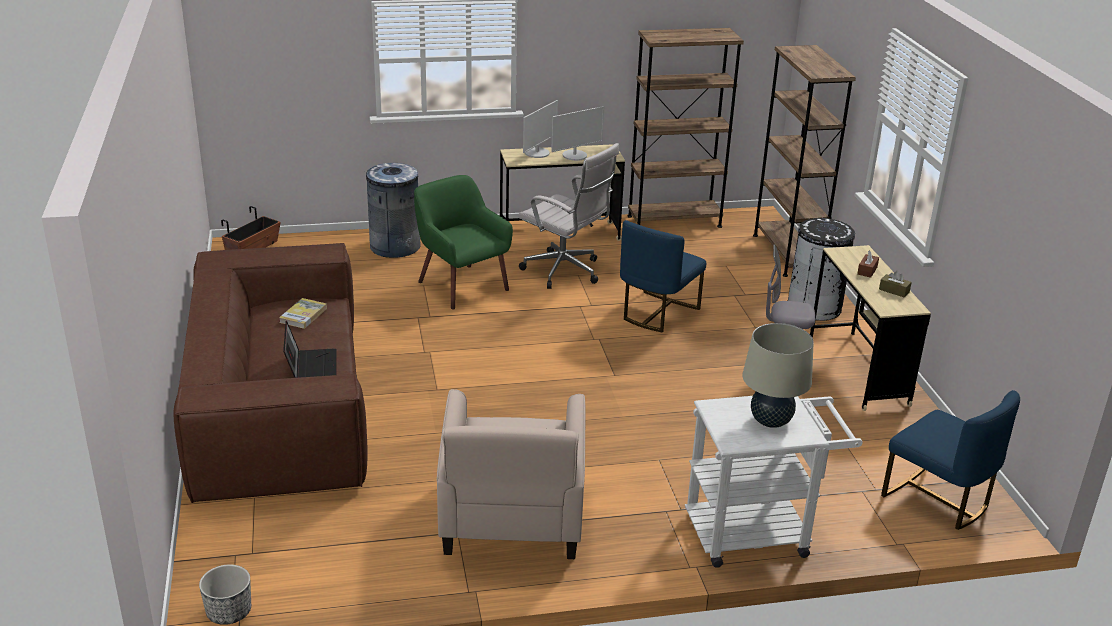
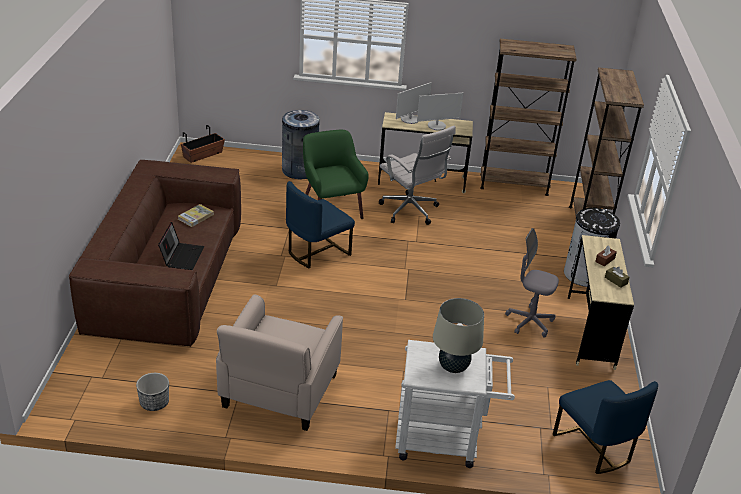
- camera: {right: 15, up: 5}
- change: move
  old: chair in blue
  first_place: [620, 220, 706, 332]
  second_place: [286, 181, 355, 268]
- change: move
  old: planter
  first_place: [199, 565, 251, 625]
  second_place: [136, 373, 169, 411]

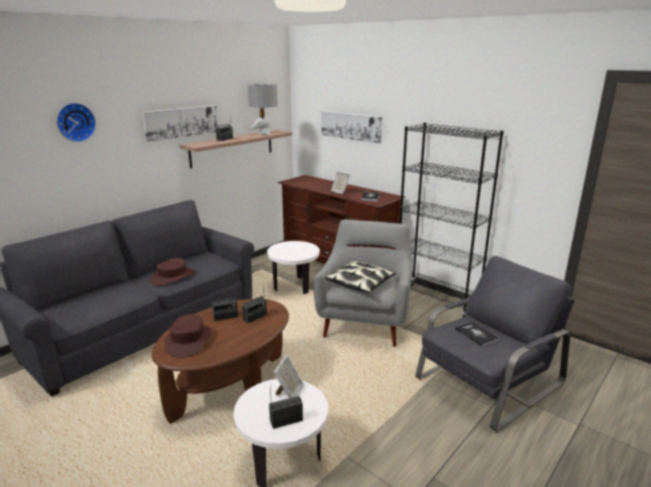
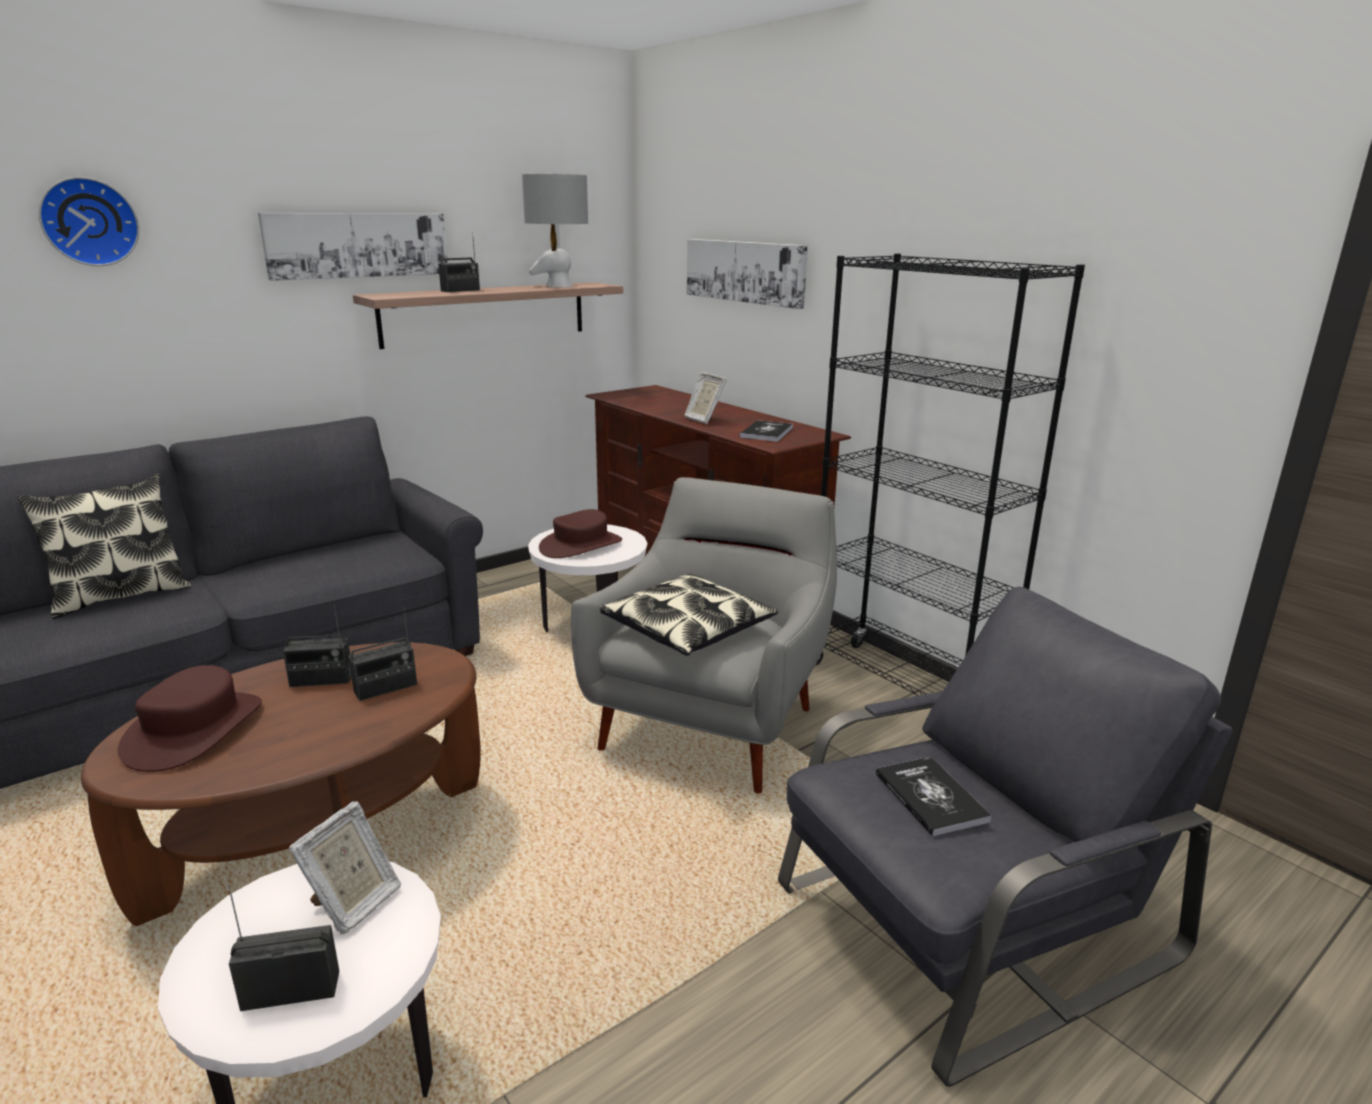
- camera: {right: 10, up: 0}
- change: move
  old: hat in brown
  first_place: [150, 258, 195, 286]
  second_place: [539, 509, 622, 558]
- change: insert
  new: pillow
  second_place: [17, 474, 191, 619]

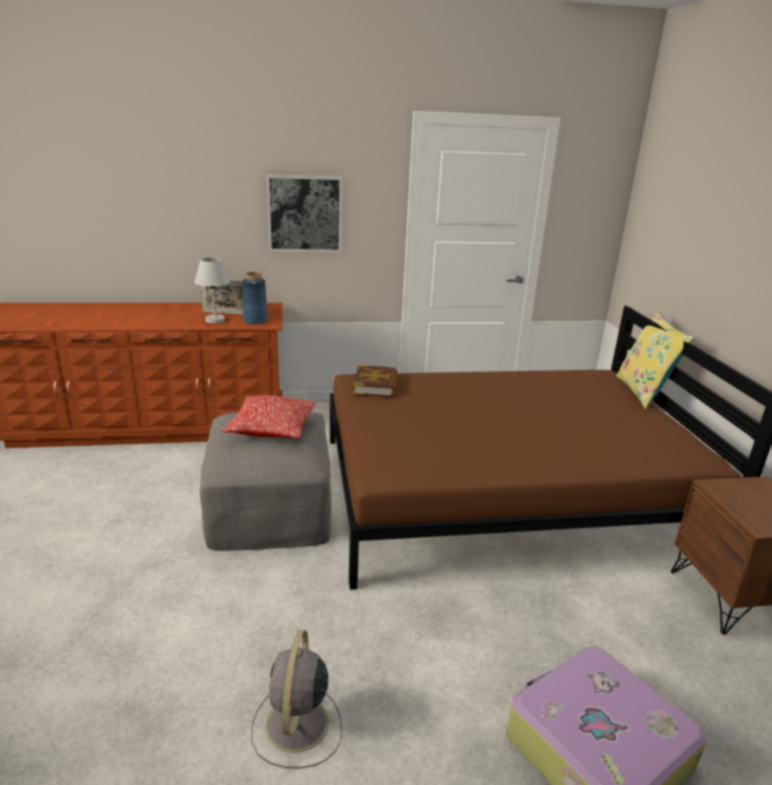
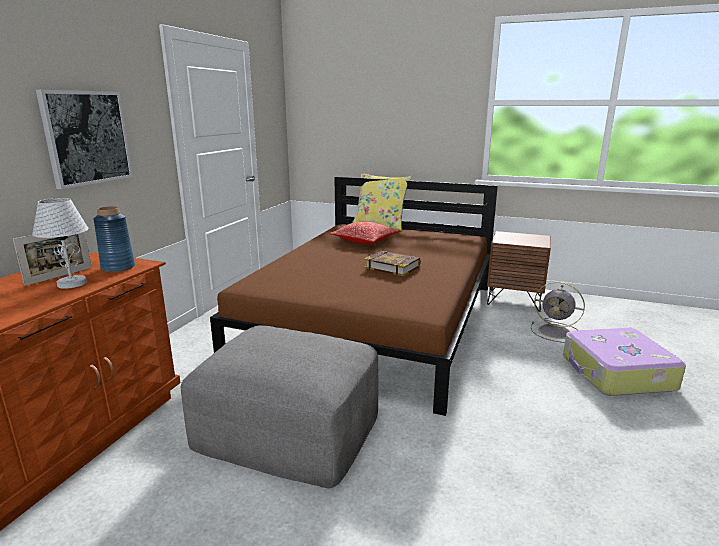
- camera: {right: -60, up: -5}
- change: move
  old: book
  first_place: [353, 365, 397, 397]
  second_place: [364, 251, 421, 276]
- change: move
  old: pillow
  first_place: [222, 395, 316, 438]
  second_place: [330, 222, 400, 244]
- change: move
  old: fan in grey
  first_place: [251, 630, 342, 769]
  second_place: [531, 282, 585, 343]

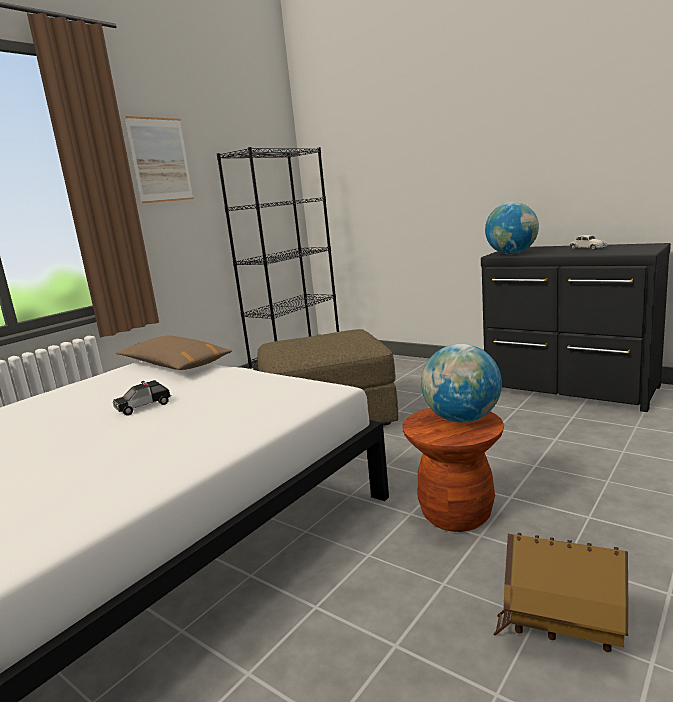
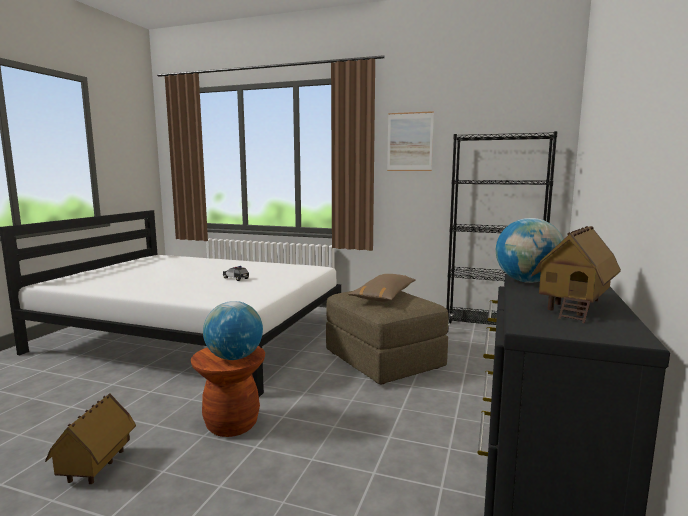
- camera: {right: 70, up: -5}
- change: replace
  old: toy car in white
  new: toy house
  first_place: [569, 235, 608, 250]
  second_place: [531, 226, 621, 323]
- change: move
  old: pillow in brown
  first_place: [116, 335, 232, 370]
  second_place: [348, 274, 416, 302]

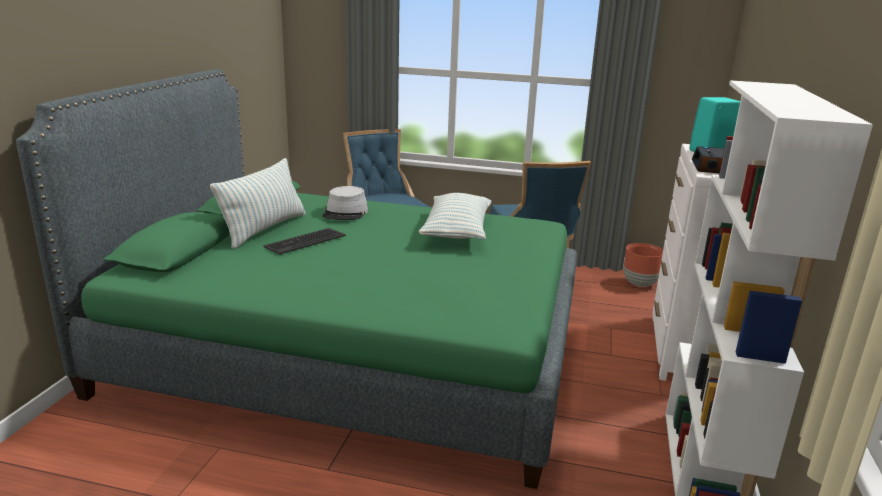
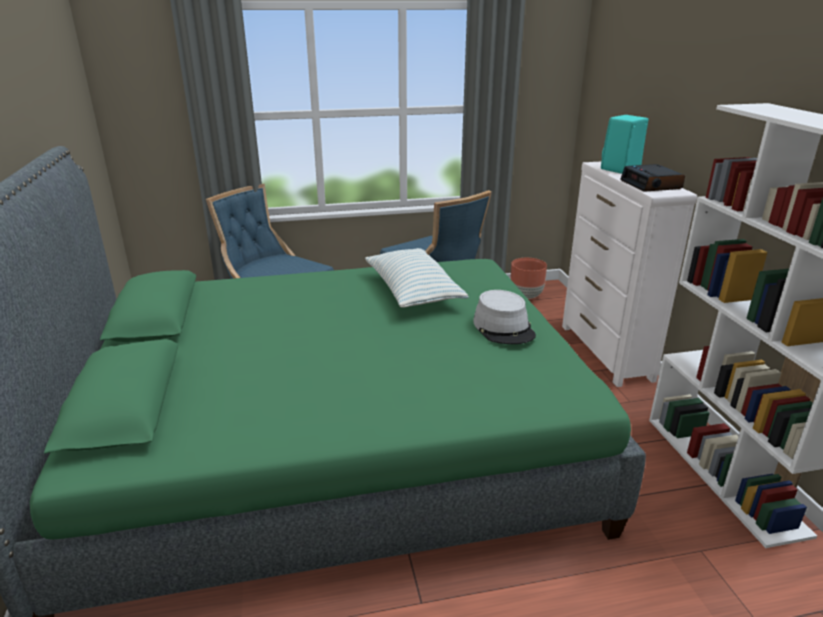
- camera: {right: -25, up: 5}
- change: delete
  old: pillow
  first_place: [210, 158, 306, 249]
- change: move
  old: hat in grey
  first_place: [322, 186, 368, 220]
  second_place: [473, 290, 536, 344]
- change: delete
  old: keyboard
  first_place: [263, 228, 346, 255]

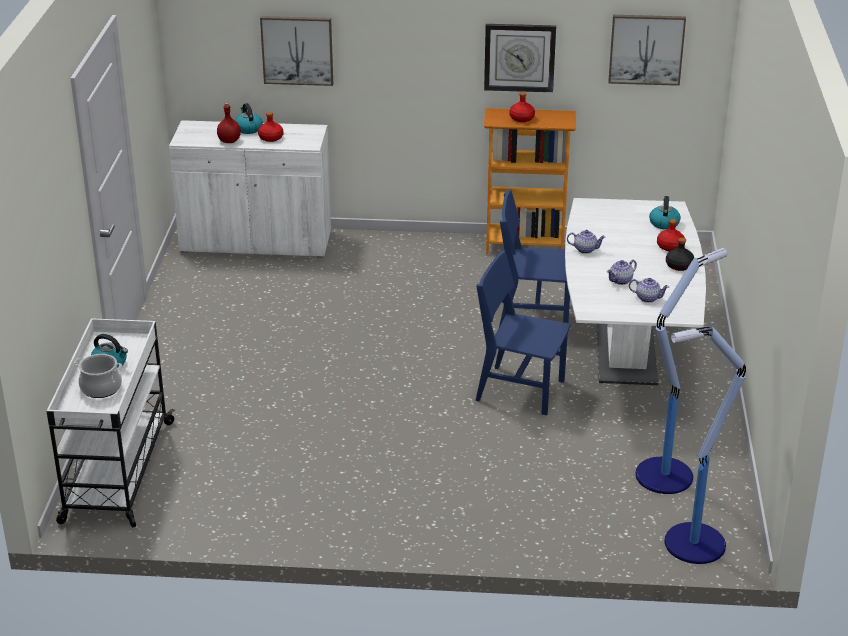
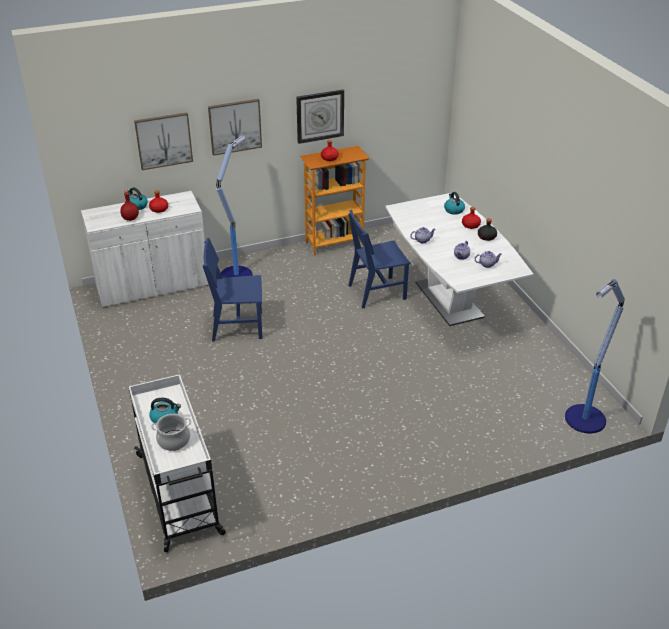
- camera: {right: -25, up: 5}
- change: move
  old: picture
  first_place: [608, 15, 686, 86]
  second_place: [208, 99, 262, 156]
- change: move
  old: floor lamp
  first_place: [635, 248, 727, 494]
  second_place: [216, 135, 253, 278]
- change: move
  old: chair in blue
  first_place: [476, 251, 571, 416]
  second_place: [203, 238, 263, 342]

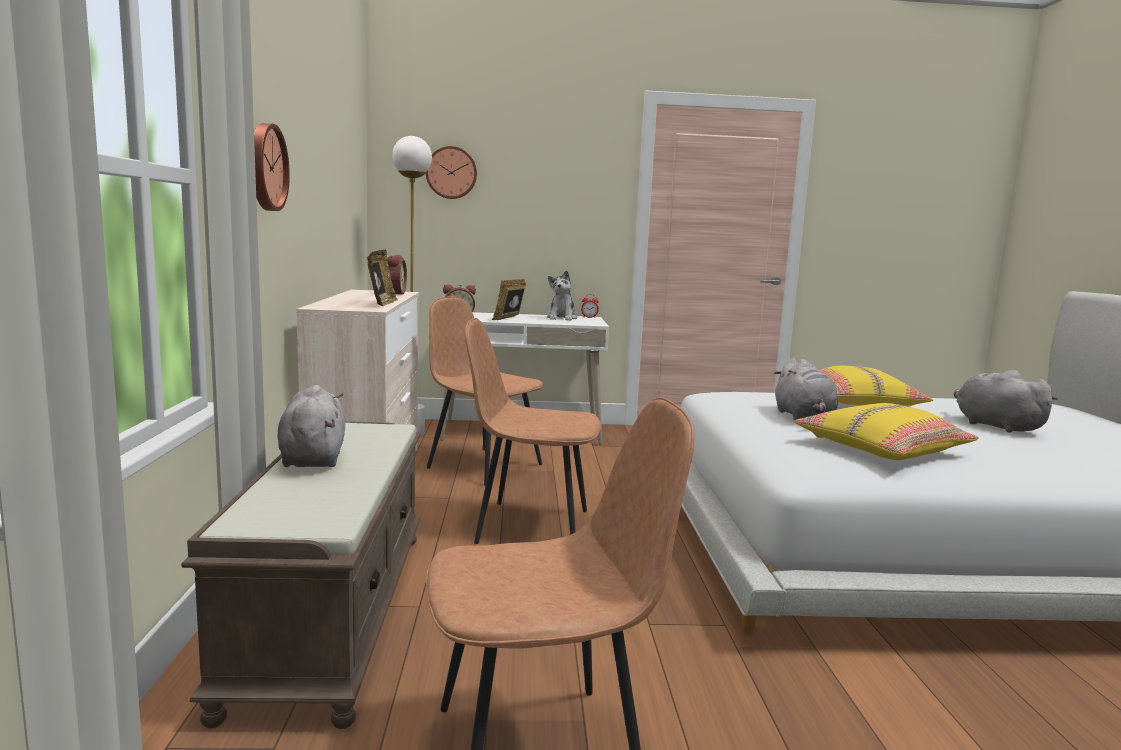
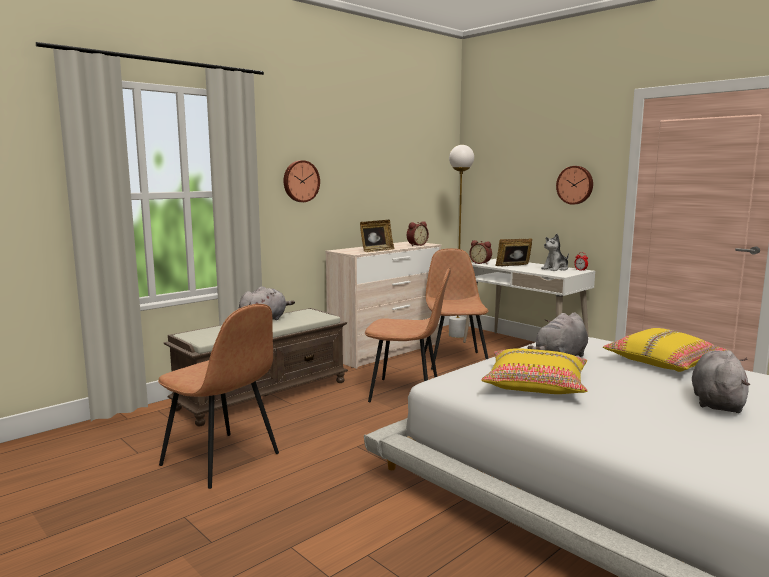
- camera: {right: 50, up: 0}
- change: move
  old: wall clock
  first_place: [426, 146, 477, 199]
  second_place: [556, 166, 593, 205]
- change: rotate
  old: chair in brown
  first_place: [465, 318, 601, 544]
  second_place: [365, 268, 451, 402]
  degrees: 135

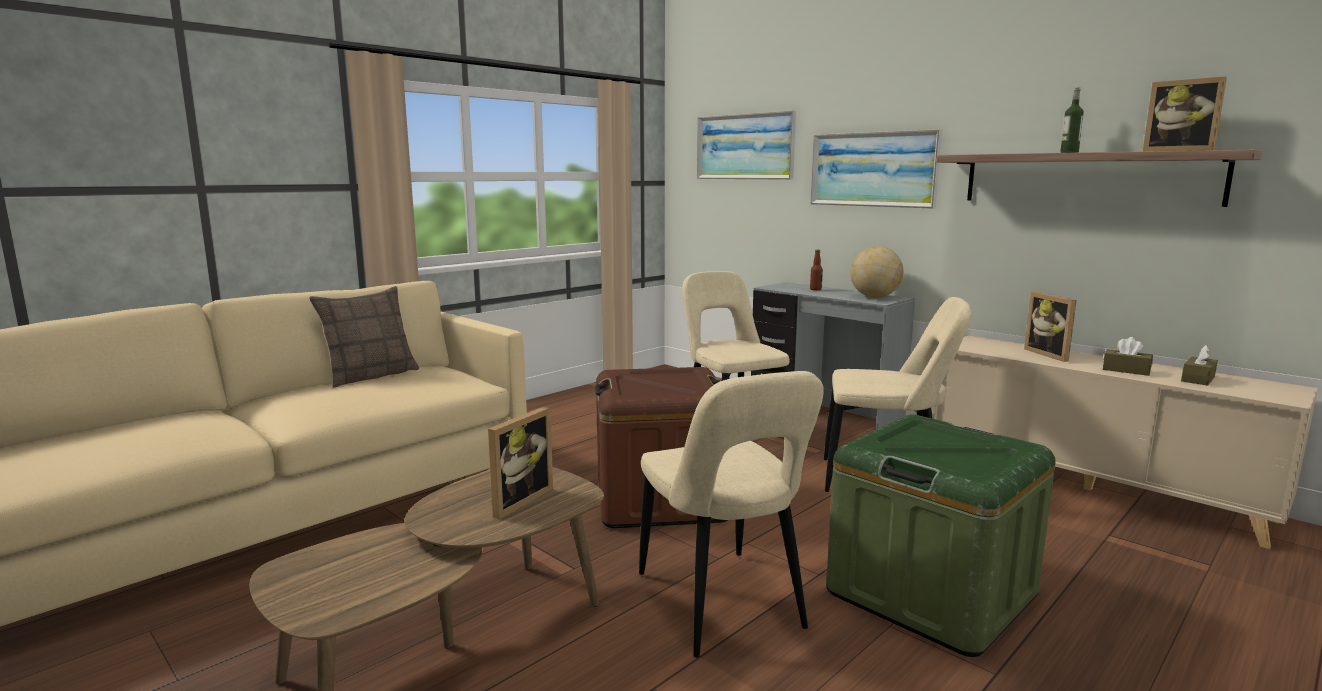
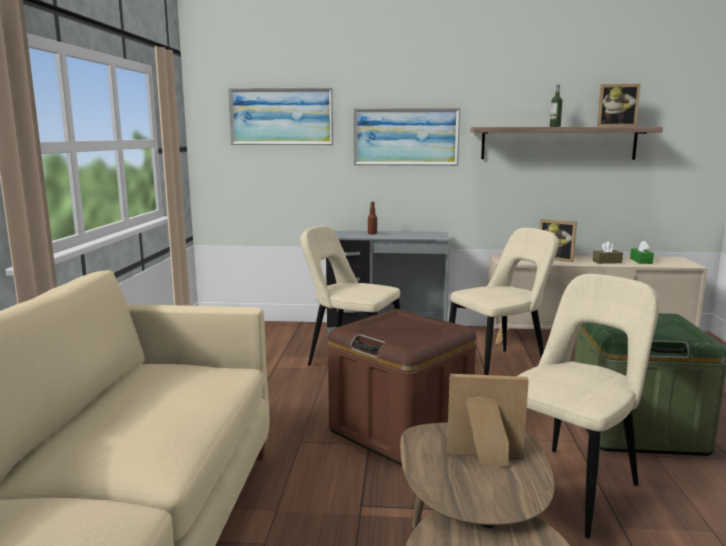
- camera: {right: -40, up: 0}
- change: delete
  old: globe
  first_place: [850, 246, 903, 298]
- change: delete
  old: pillow
  first_place: [309, 286, 419, 388]
- change: recolor
  old: tissue box in brown
  new: tissue box in green
  first_place: [1181, 345, 1218, 386]
  second_place: [630, 241, 654, 264]
- change: rotate
  old: chair in beige
  first_place: [639, 371, 824, 658]
  second_place: [518, 274, 659, 539]
  degrees: -75
- change: rotate
  old: picture frame
  first_place: [488, 406, 553, 519]
  second_place: [447, 374, 529, 466]
  degrees: -75

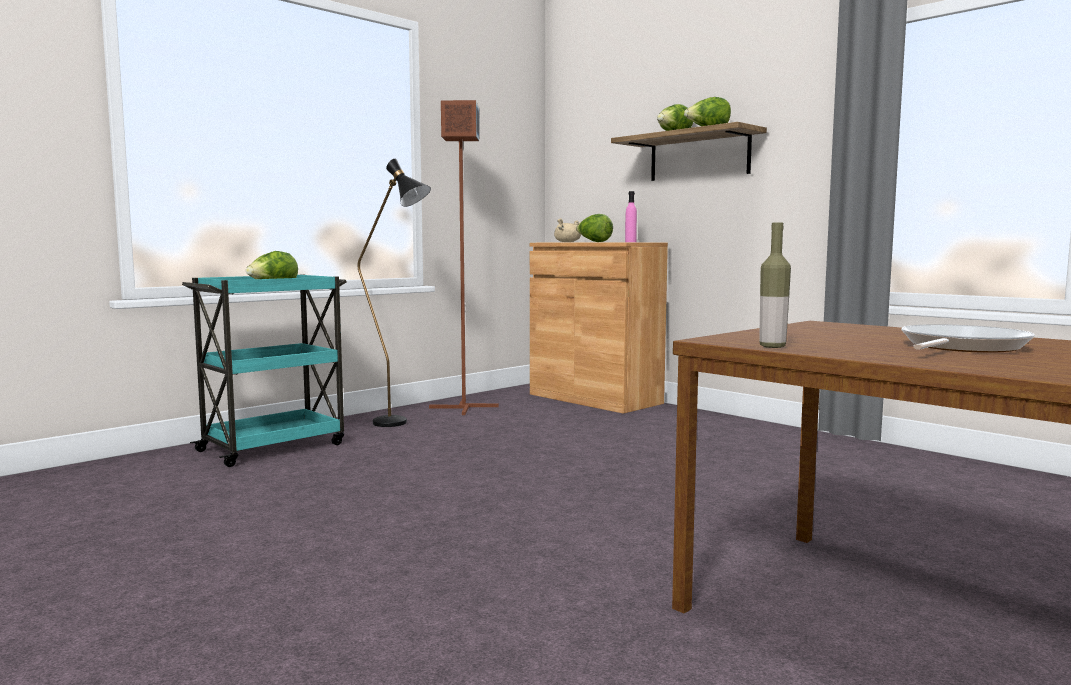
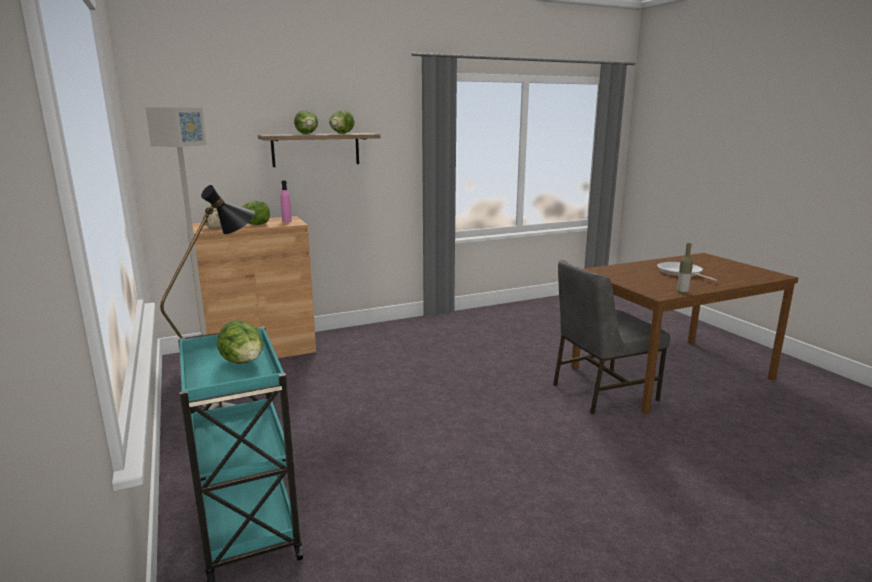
- camera: {right: -70, up: 10}
- change: recolor
  old: floor lamp in brown
  new: floor lamp in grey
  first_place: [429, 100, 499, 415]
  second_place: [145, 107, 236, 410]
- change: insert
  new: chair in grey
  second_place: [553, 260, 671, 414]

